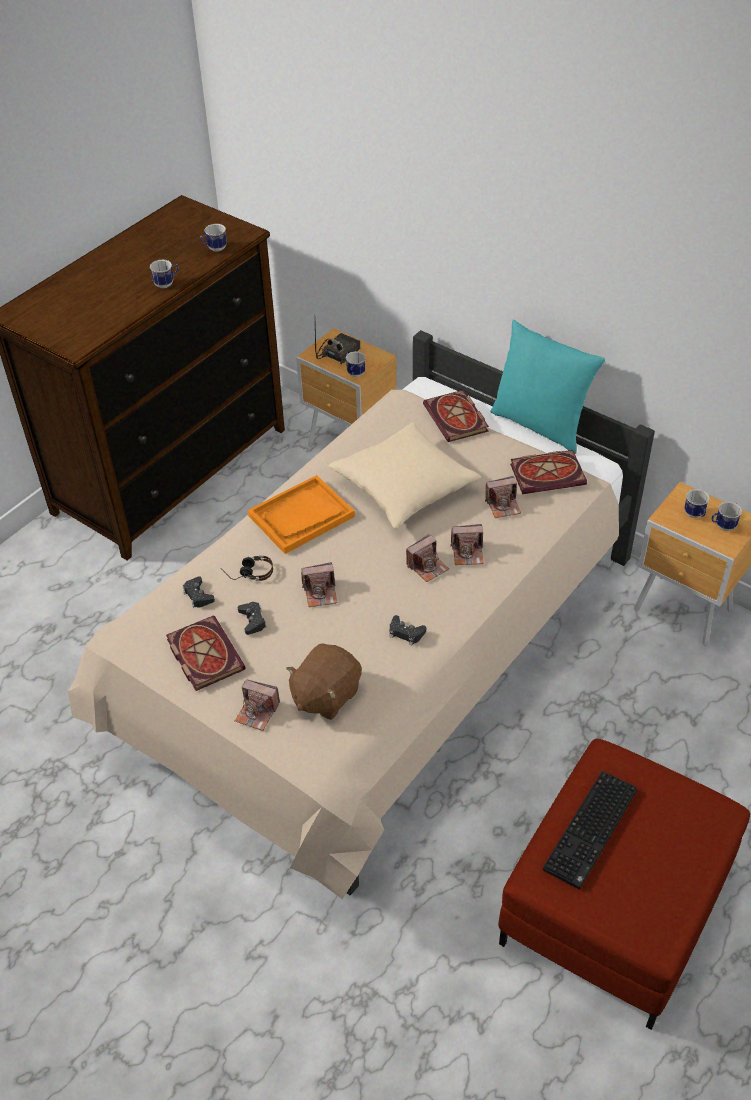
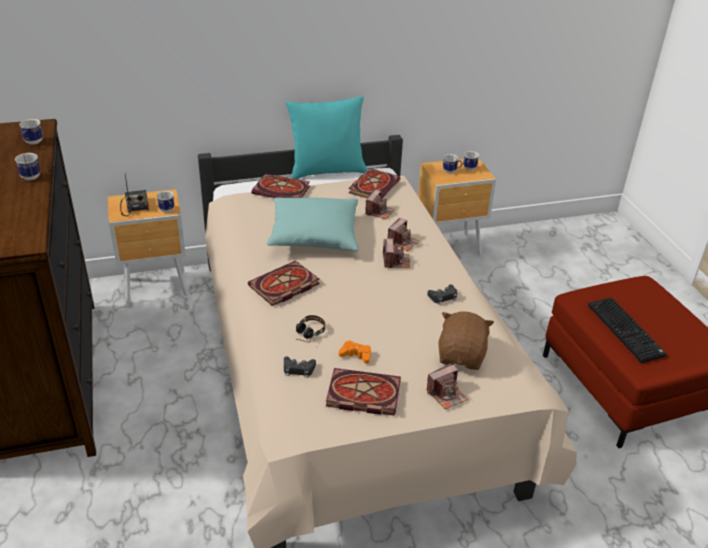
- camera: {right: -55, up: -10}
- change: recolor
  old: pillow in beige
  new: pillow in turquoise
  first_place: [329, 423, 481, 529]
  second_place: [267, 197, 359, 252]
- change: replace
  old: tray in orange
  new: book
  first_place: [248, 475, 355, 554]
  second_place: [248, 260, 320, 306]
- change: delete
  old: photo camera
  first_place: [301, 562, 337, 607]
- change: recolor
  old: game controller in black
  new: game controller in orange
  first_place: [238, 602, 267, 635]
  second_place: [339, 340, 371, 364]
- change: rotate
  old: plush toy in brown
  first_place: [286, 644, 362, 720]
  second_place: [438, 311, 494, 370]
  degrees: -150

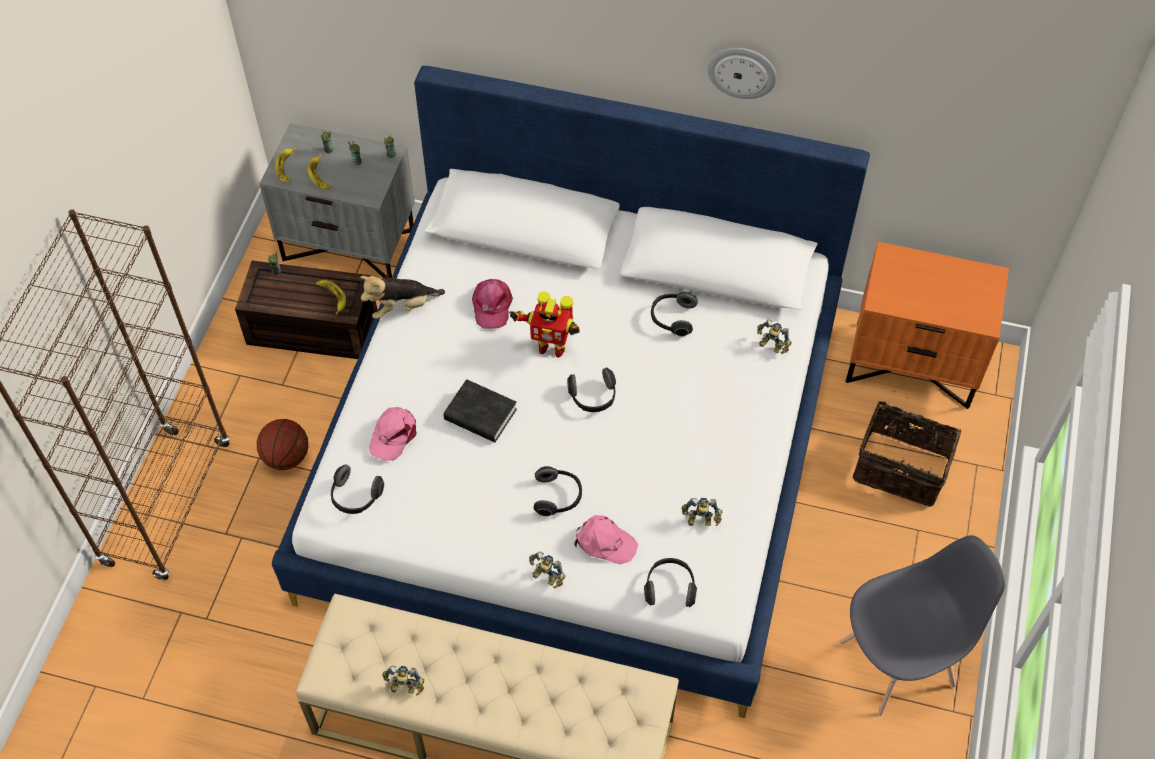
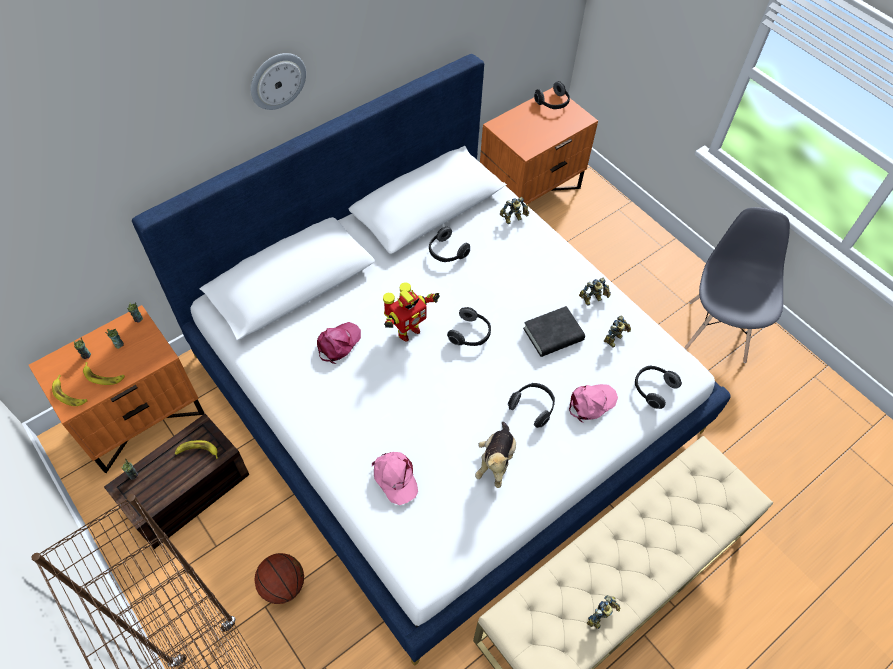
- camera: {right: -55, up: 0}
- change: move
  old: wall clock
  first_place: [707, 48, 777, 99]
  second_place: [251, 53, 306, 110]
- change: recolor
  old: nightstand in grey
  new: nightstand in orange
  first_place: [260, 123, 415, 278]
  second_place: [28, 305, 204, 473]
- change: move
  old: plush toy
  first_place: [360, 276, 445, 319]
  second_place: [475, 422, 516, 488]
- change: rotate
  old: cap in pink
  first_place: [472, 279, 513, 329]
  second_place: [317, 322, 361, 364]
  degrees: -90
- change: move
  old: book in black
  first_place: [444, 379, 517, 442]
  second_place: [523, 306, 585, 357]
- change: delete
  old: basket
  first_place: [852, 391, 961, 507]
- change: move
  old: headphones
  first_place: [331, 464, 384, 514]
  second_place: [534, 81, 570, 109]
- change: move
  old: toy robot
  first_place: [529, 551, 565, 588]
  second_place: [579, 277, 611, 306]

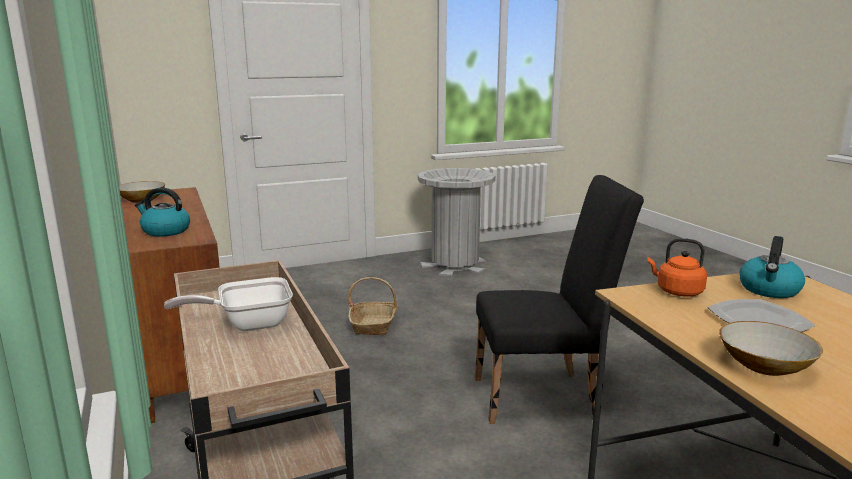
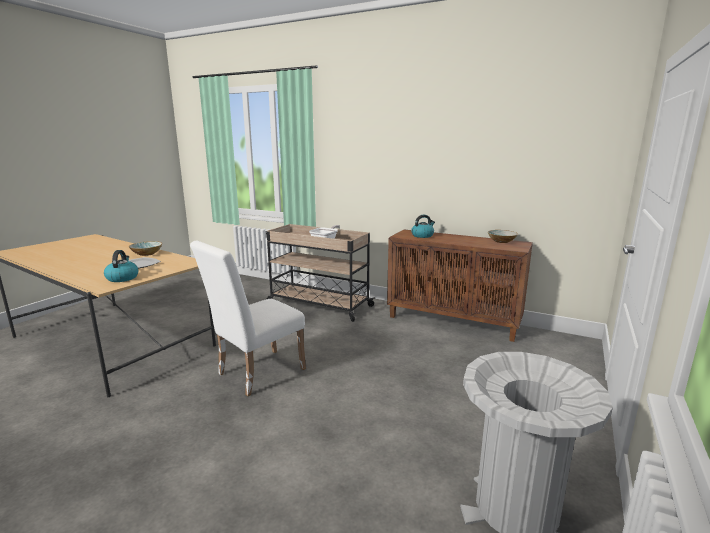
- camera: {right: 140, up: 0}
- change: recolor
  old: chair in black
  new: chair in white
  first_place: [475, 175, 644, 424]
  second_place: [190, 241, 306, 396]
- change: delete
  old: kettle in orange
  first_place: [647, 238, 707, 297]
- change: delete
  old: basket
  first_place: [348, 277, 398, 335]

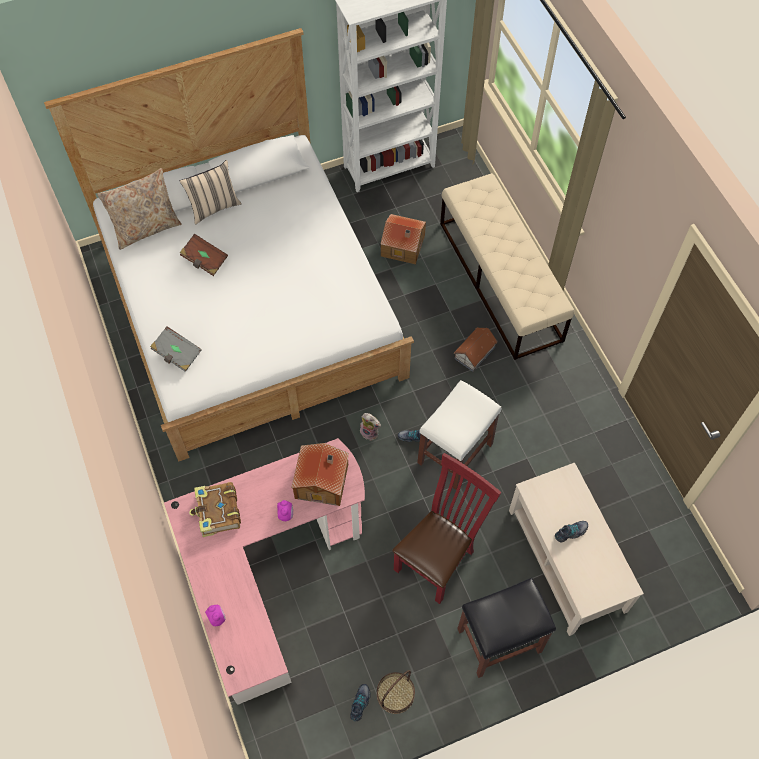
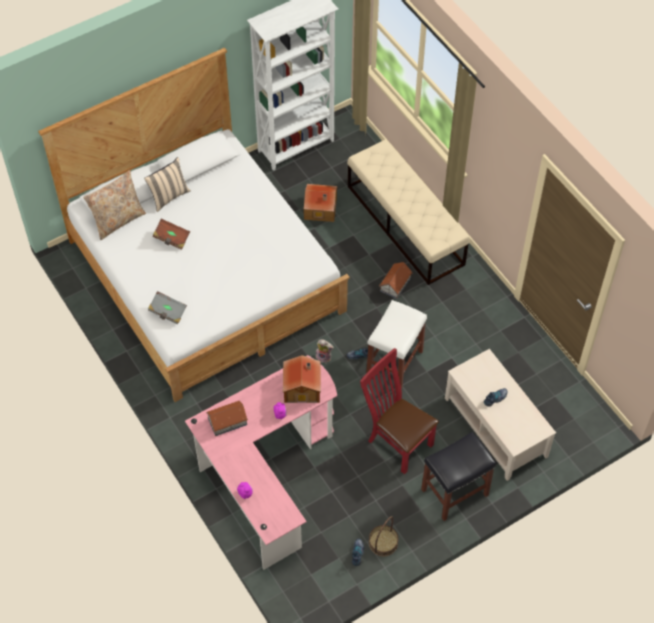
- camera: {right: -10, up: -5}
- change: rotate
  old: chair in red
  first_place: [392, 453, 501, 604]
  second_place: [360, 348, 439, 474]
  degrees: -75
- change: replace
  old: book
  new: toy house
  first_place: [189, 482, 241, 537]
  second_place: [206, 401, 248, 436]

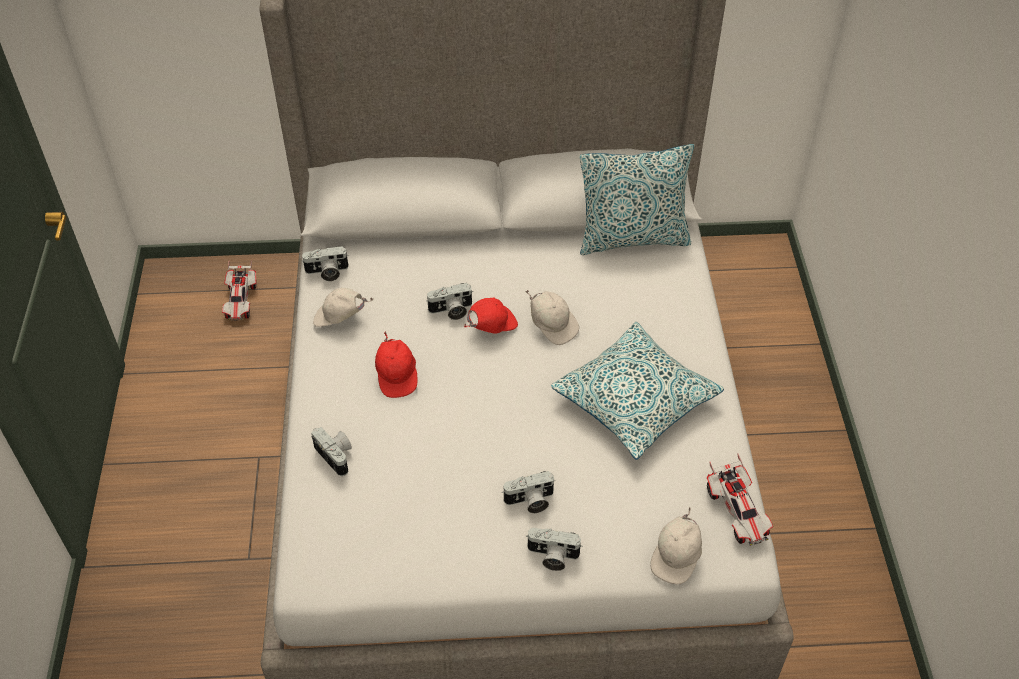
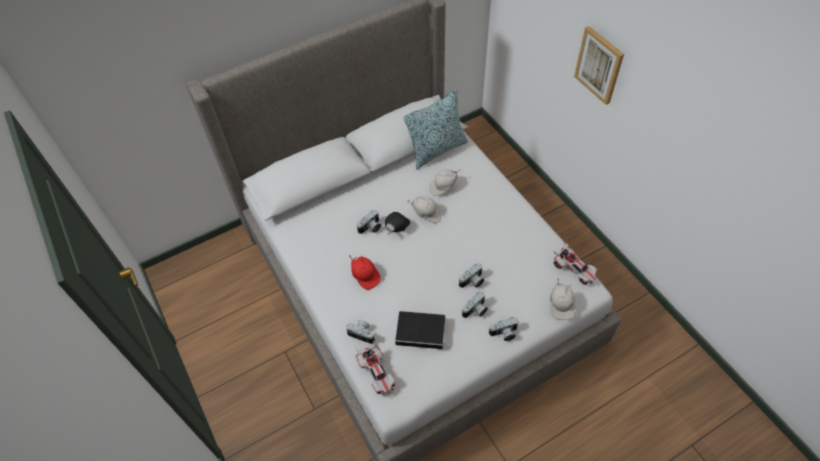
- camera: {right: -25, up: 5}
- change: move
  old: photo camera
  first_place: [301, 246, 349, 281]
  second_place: [459, 263, 484, 288]
- change: move
  old: toy car
  first_place: [222, 260, 257, 321]
  second_place: [356, 340, 396, 395]
- change: move
  old: cap in white
  first_place: [313, 288, 373, 327]
  second_place: [429, 169, 460, 196]
- change: recolor
  old: cap in red
  new: cap in black
  first_place: [464, 298, 518, 334]
  second_place: [385, 212, 410, 235]
- change: delete
  old: pillow
  first_place: [551, 322, 724, 460]
- change: insert
  new: picture
  second_place: [574, 26, 624, 105]
- change: insert
  new: book
  second_place: [395, 311, 452, 349]

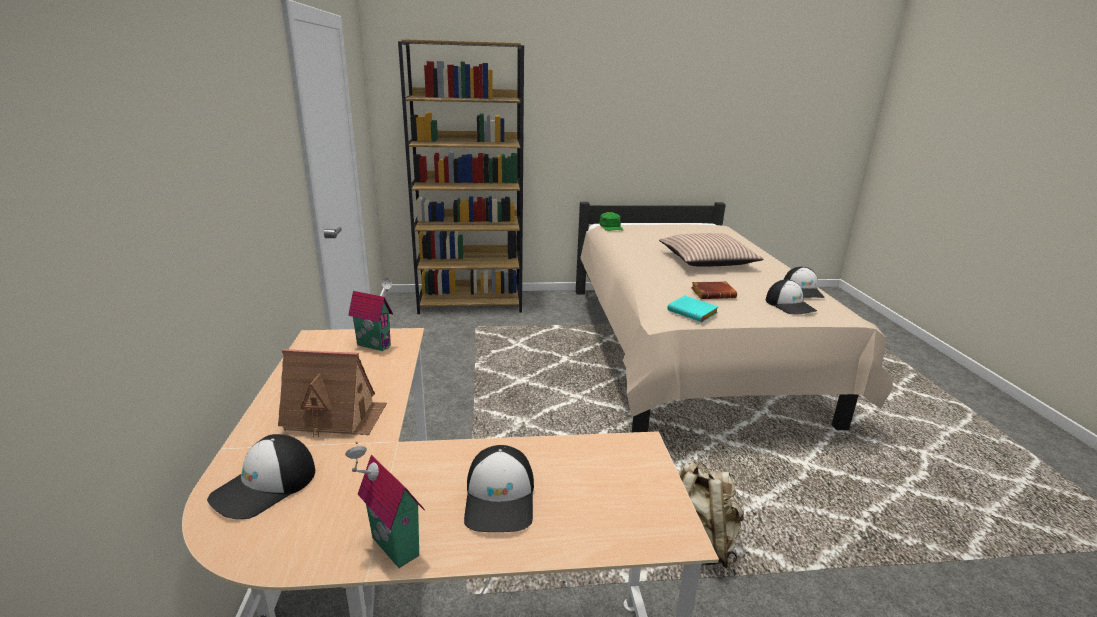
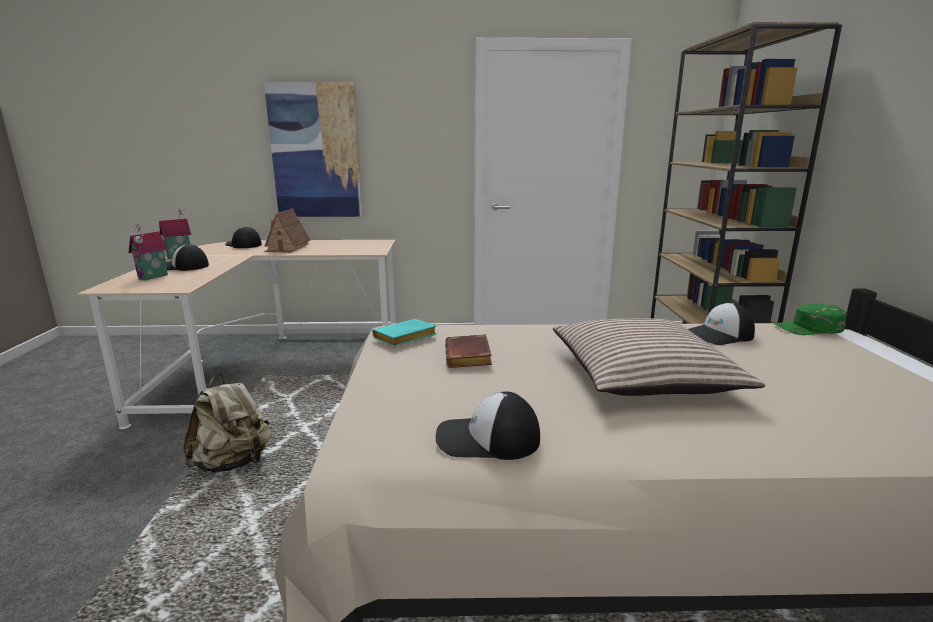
- camera: {right: 95, up: -5}
- change: move
  old: toy house
  first_place: [348, 278, 393, 351]
  second_place: [128, 224, 168, 280]
- change: move
  old: cap
  first_place: [766, 280, 817, 314]
  second_place: [688, 302, 755, 345]
- change: insert
  new: picture
  second_place: [264, 82, 363, 217]

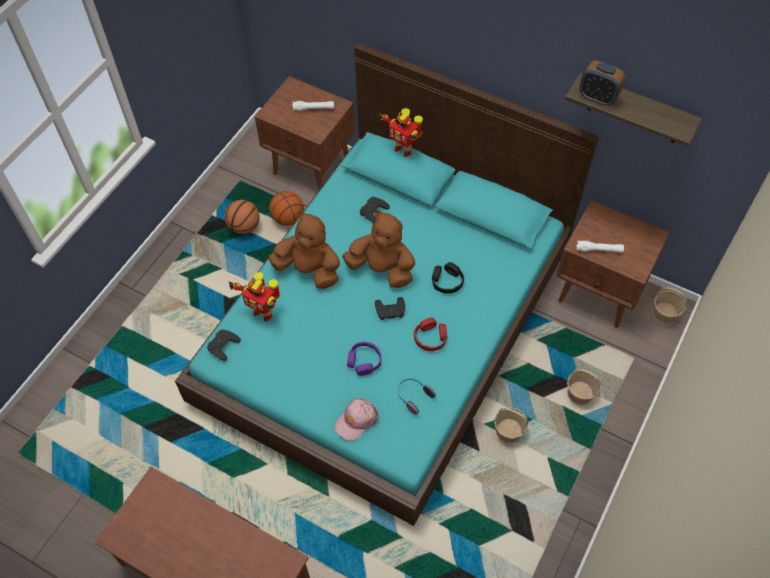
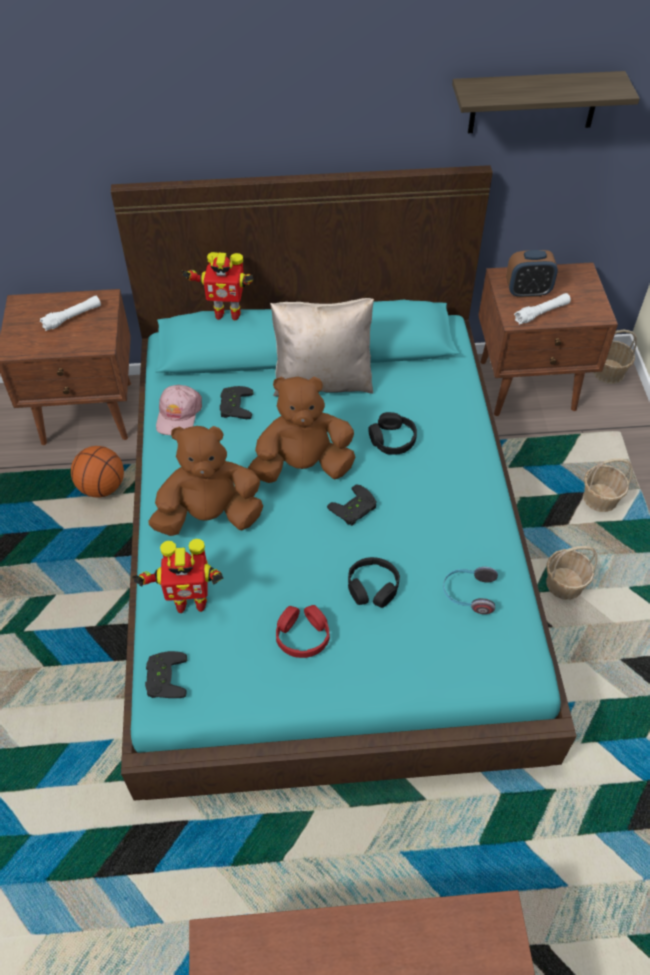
- camera: {right: -35, up: -5}
- change: move
  old: alarm clock
  first_place: [579, 61, 625, 106]
  second_place: [506, 250, 558, 298]
- change: delete
  old: basketball
  first_place: [224, 200, 260, 234]
- change: move
  old: headphones in red
  first_place: [414, 318, 447, 351]
  second_place: [276, 605, 330, 658]
- change: recolor
  old: headphones in purple
  new: headphones in black
  first_place: [347, 342, 382, 376]
  second_place: [348, 557, 400, 608]
- change: move
  old: cap in pink
  first_place: [334, 398, 378, 441]
  second_place: [156, 385, 202, 436]
- change: insert
  new: pillow in beige
  second_place: [270, 298, 374, 397]

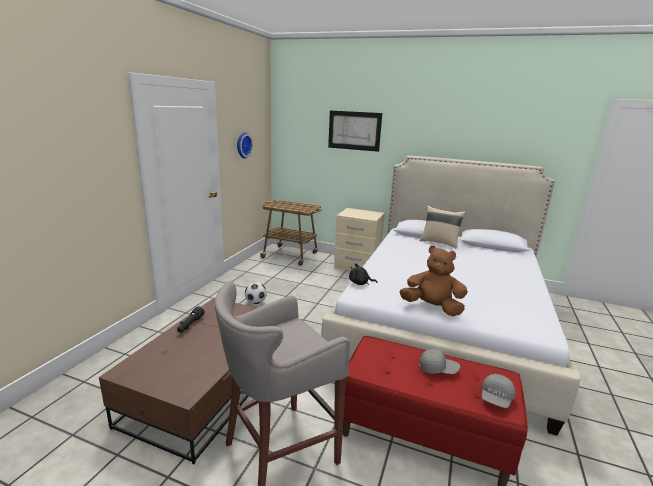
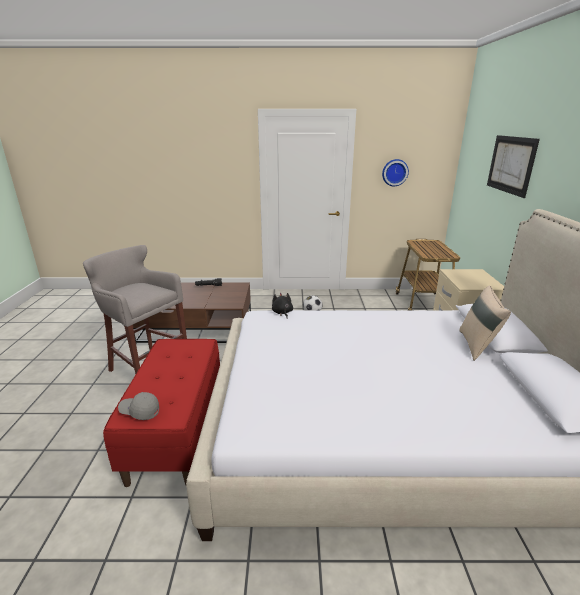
- camera: {right: 70, up: 5}
- change: delete
  old: plush toy in brown
  first_place: [400, 246, 468, 316]
- change: delete
  old: cap in grey
  first_place: [419, 349, 460, 374]

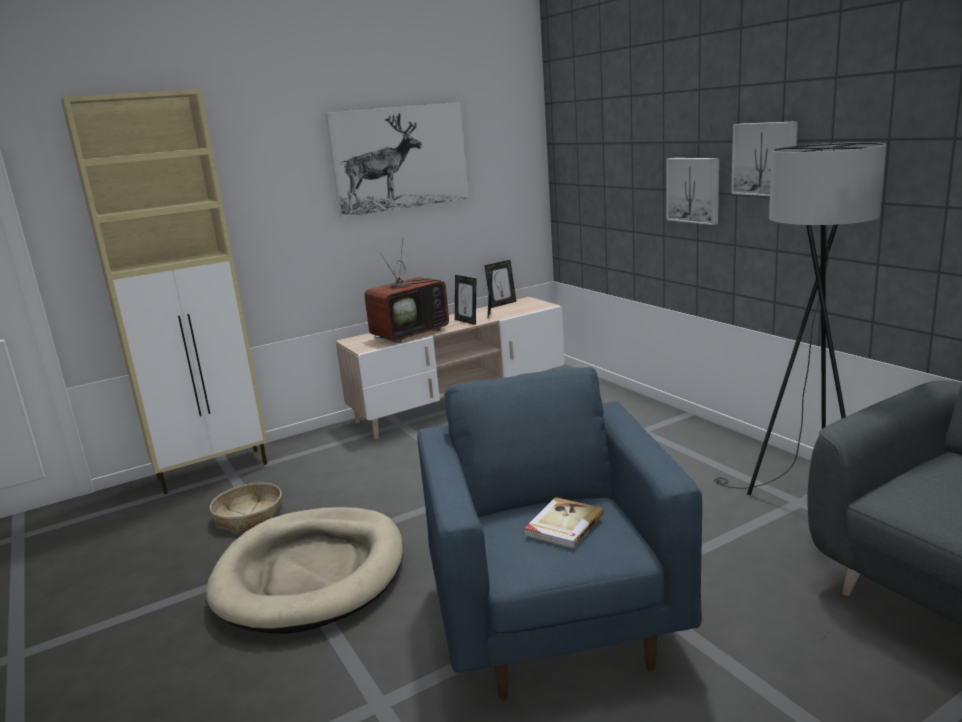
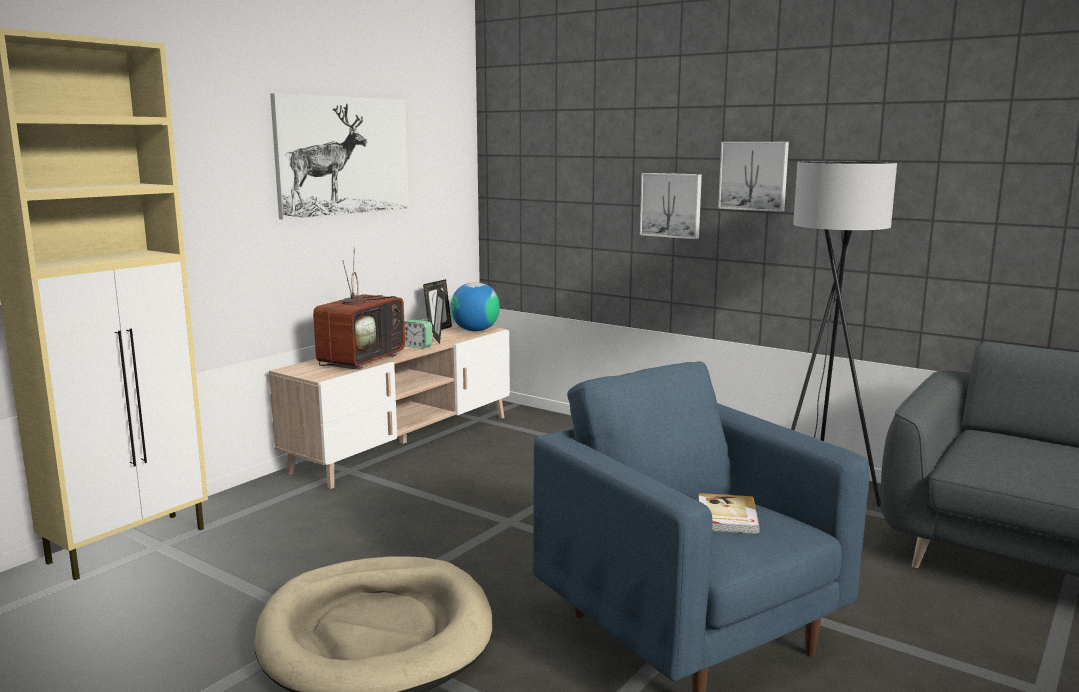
- camera: {right: -25, up: -5}
- change: replace
  old: picture frame
  new: alarm clock
  first_place: [455, 275, 476, 325]
  second_place: [404, 320, 432, 349]
- change: delete
  old: basket
  first_place: [210, 483, 282, 533]
- change: insert
  new: globe
  second_place: [451, 282, 500, 331]

